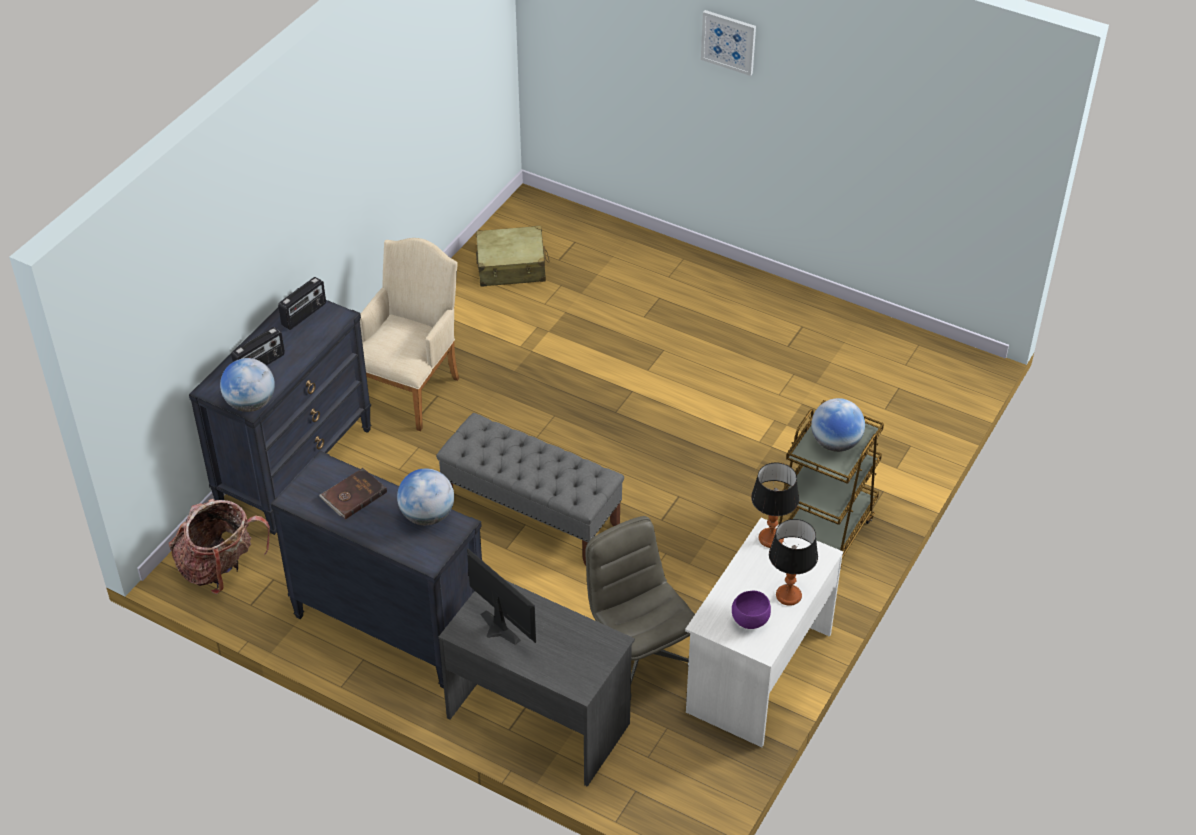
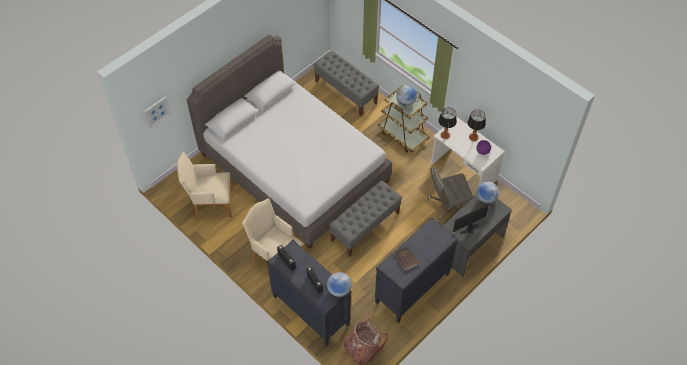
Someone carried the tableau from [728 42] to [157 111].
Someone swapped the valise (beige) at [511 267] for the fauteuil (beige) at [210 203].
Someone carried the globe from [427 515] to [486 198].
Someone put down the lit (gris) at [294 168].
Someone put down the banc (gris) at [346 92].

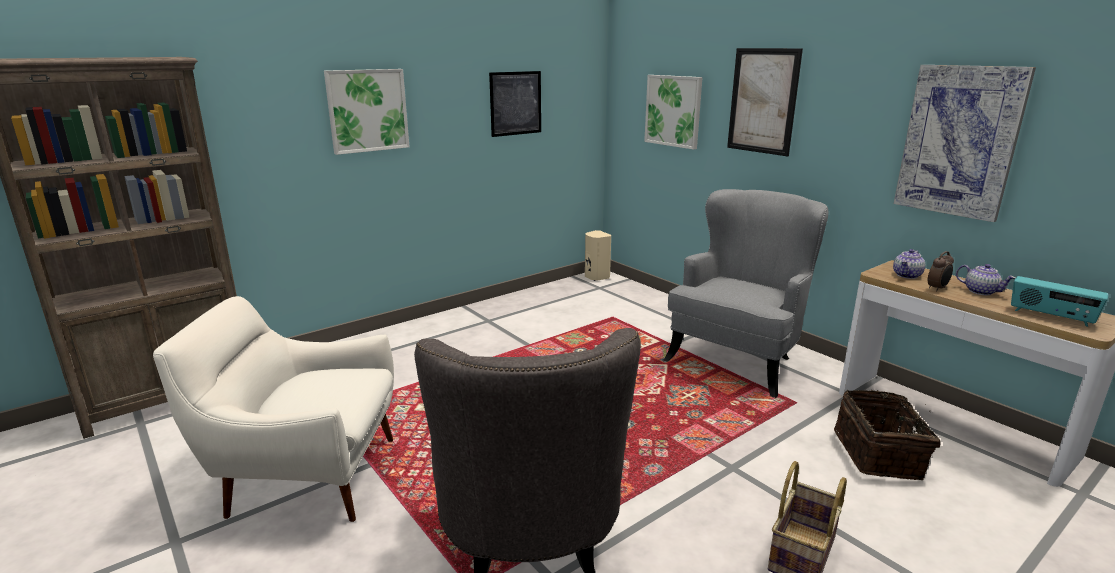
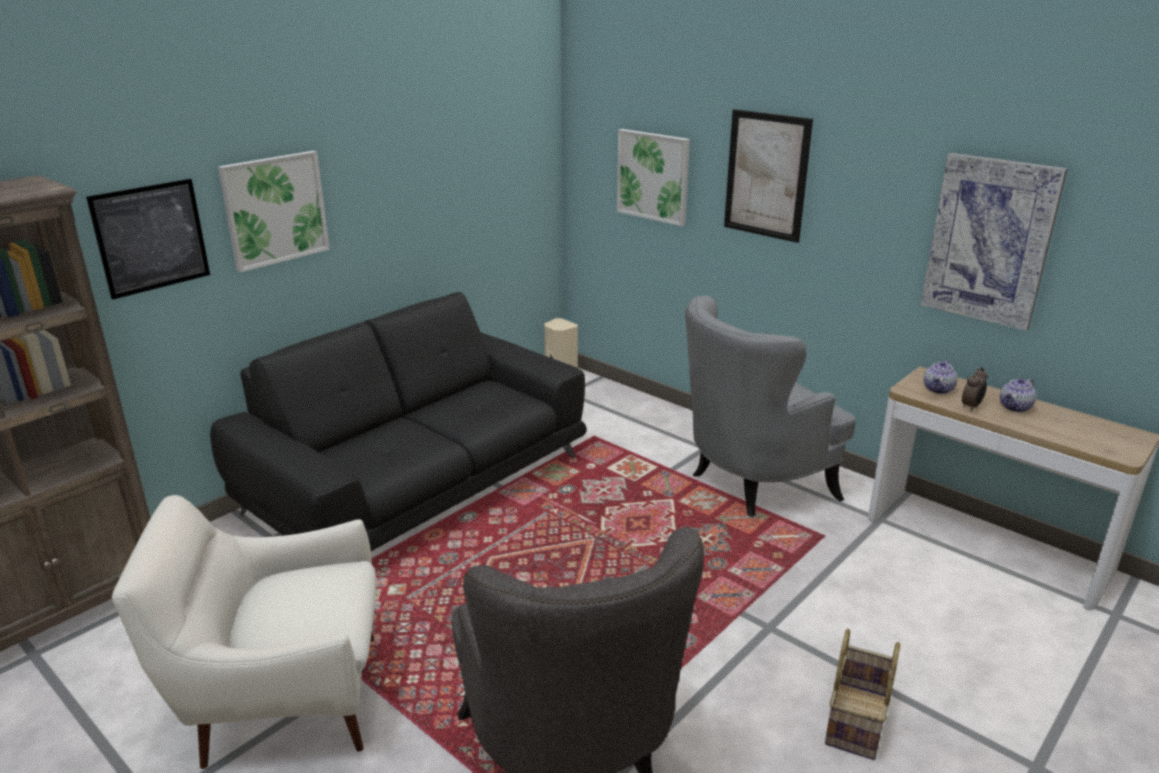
Someone carried the tableau from [515 103] to [151 238].
Someone rotated the fauteuil (gris) at [738 360] by 150 degrees counterclockwise.
Someone rotated the théière at [981 291] by 105 degrees clockwise.
Someone took away the radio at [1051 316].
Someone took away the panier at [880 454].
Someone put down the canapé (noir) at [418 485].

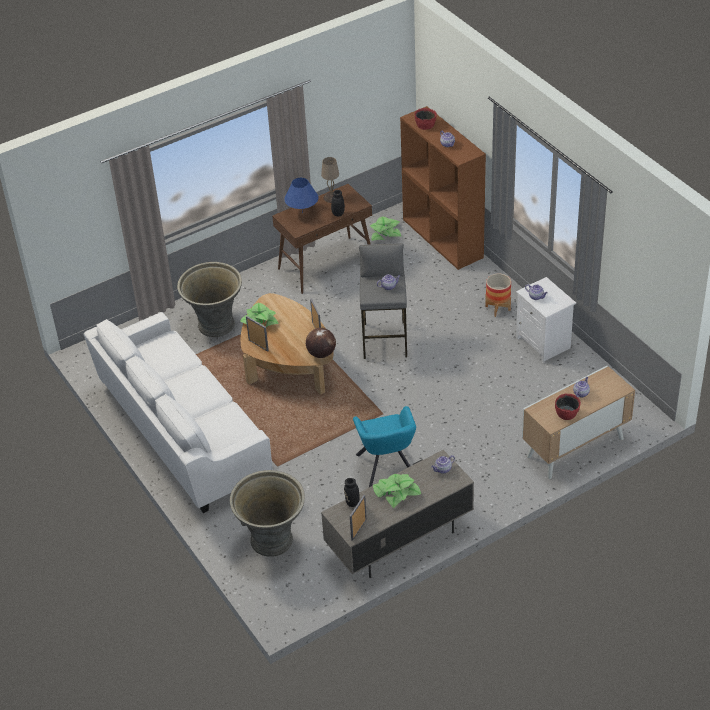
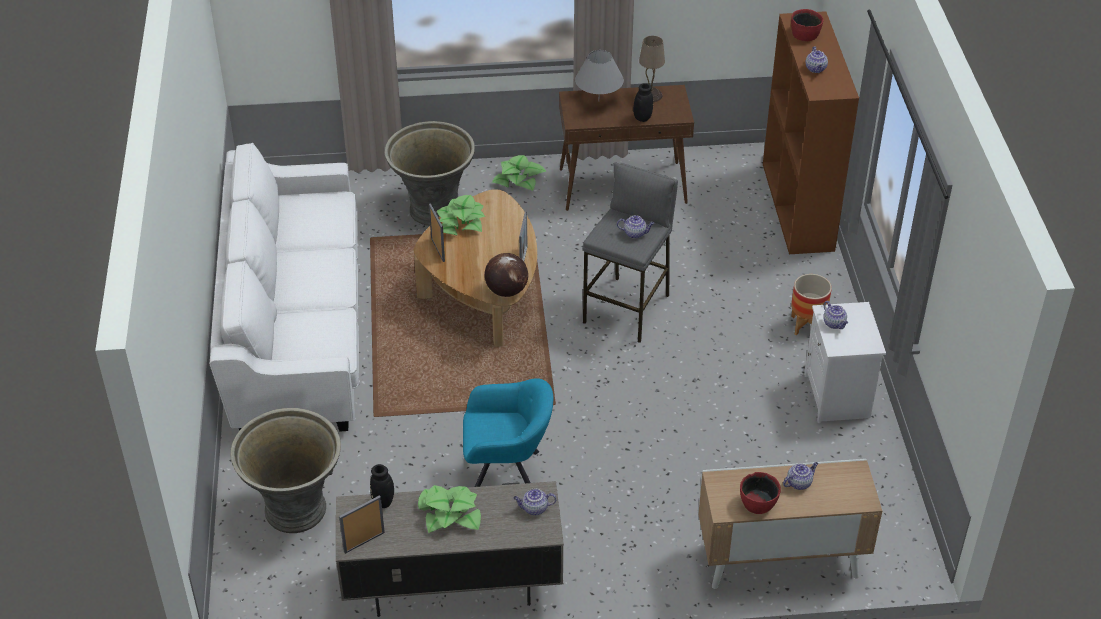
Someone repainted the lampe de table (bleu) at [302 213], which became the lampe de table (gris) at [598 101].
Someone carried the plante en pot from [385 233] to [519 179].
Someone rotated the fauteuil (turquoise) at [387 468] by 105 degrees counterclockwise.

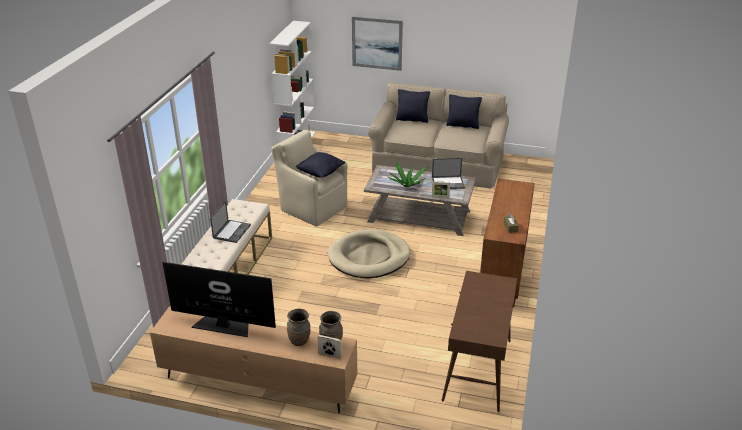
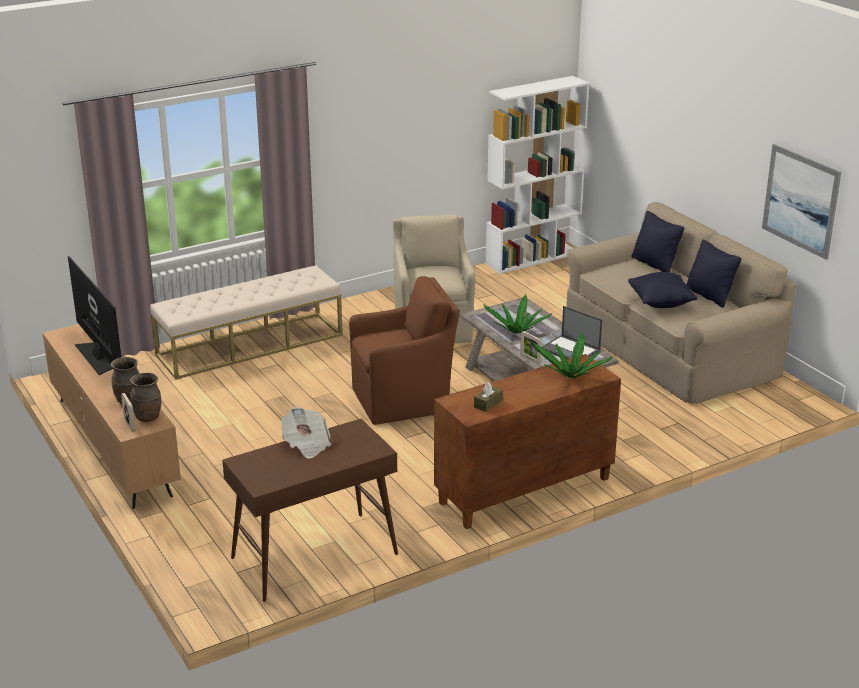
Someone carried the tableau from [377 43] to [801 201].
Someone carried the coussin (noir) from [320 173] to [660 303].
Someone took away the ordinateur portable at [232 231].
Someone swapped the panier pour chien (beige) at [369 257] for the fauteuil (marron) at [403 400].
Someone put down the plante en pot at [571 375].
Someone put down the journal at [306 444].

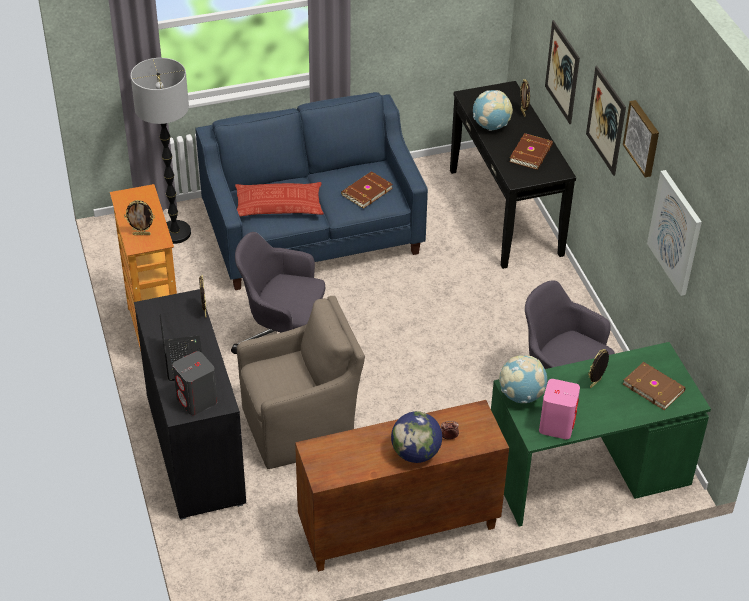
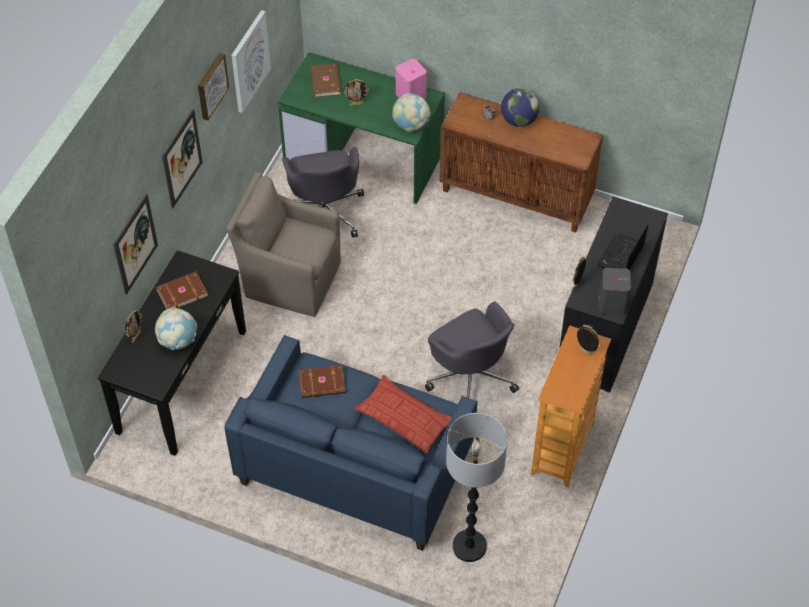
Someone carried the fauteuil (marron) from [301 427] to [289 278].
Someone carried the enceinte (gris) from [197 400] to [612 303].

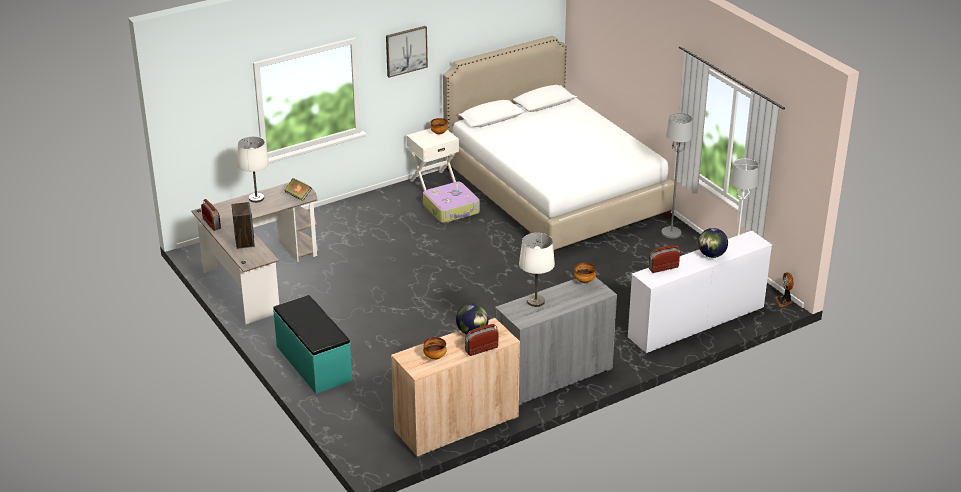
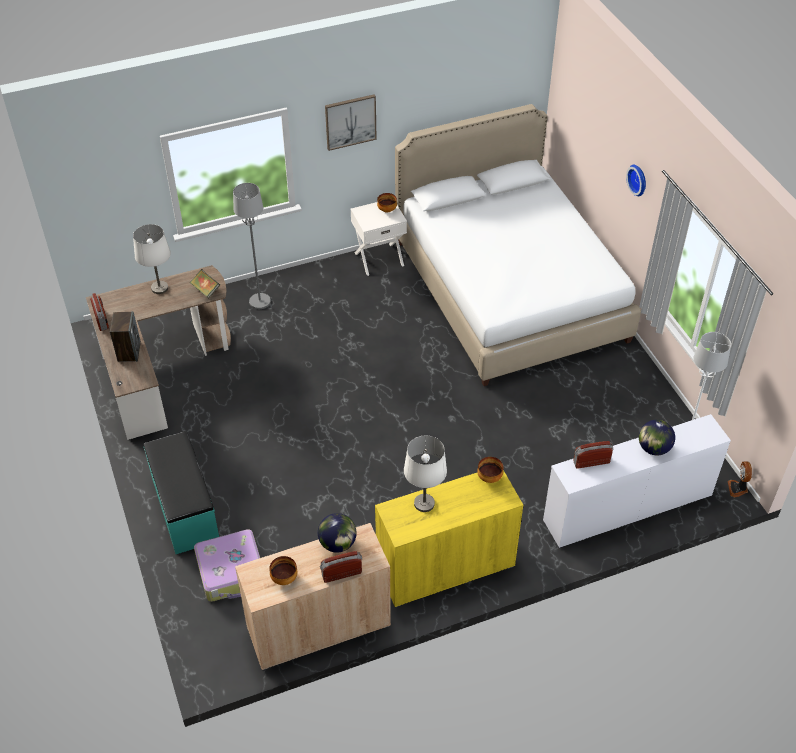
Someone carried the lampadaire (gris) from [671 233] to [260 301].
Someone carried the valise from [452 209] to [232 572].
Someone repainted the meuble de rangement (gris) at [553 375], which became the meuble de rangement (jaune) at [445 566].
Someone put up the horloge murale at [638 179].

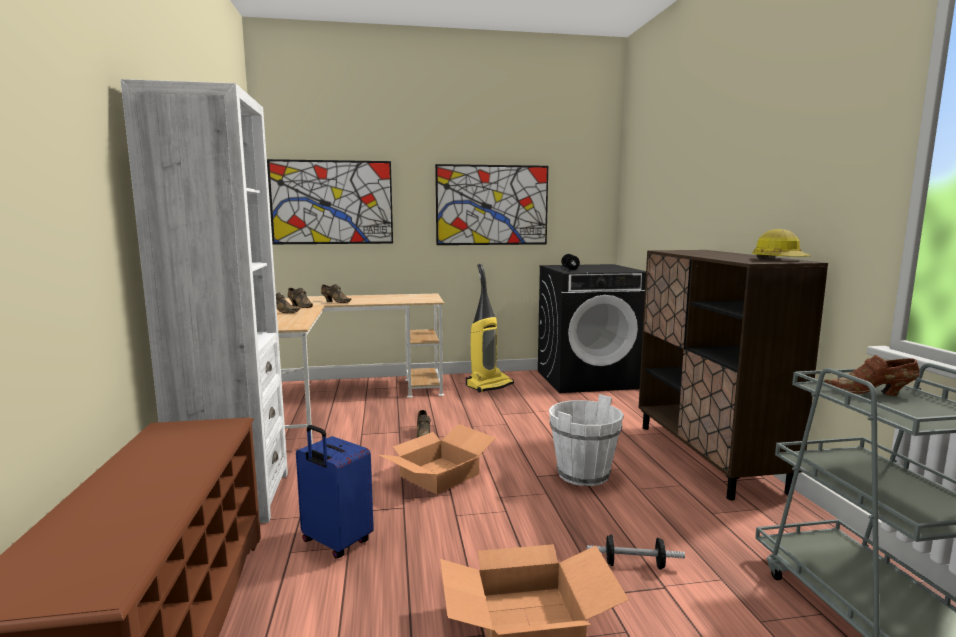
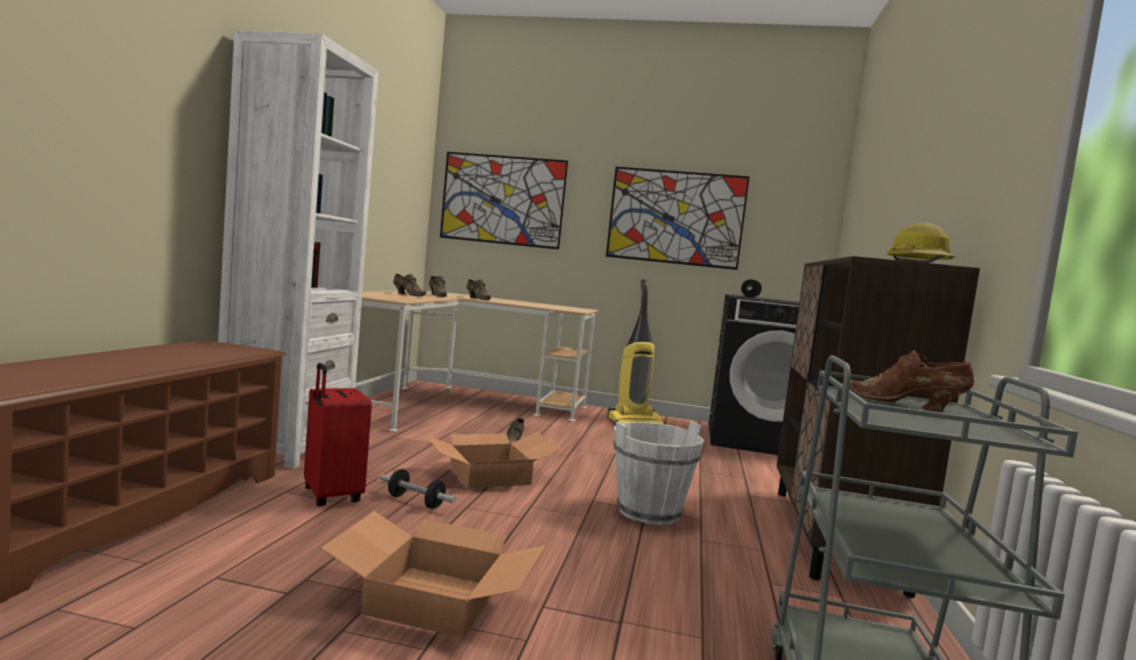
Someone repainted the valise (bleu) at [335 543], which became the valise (rouge) at [330 496].
Someone carried the haltère from [634 564] to [415 502].

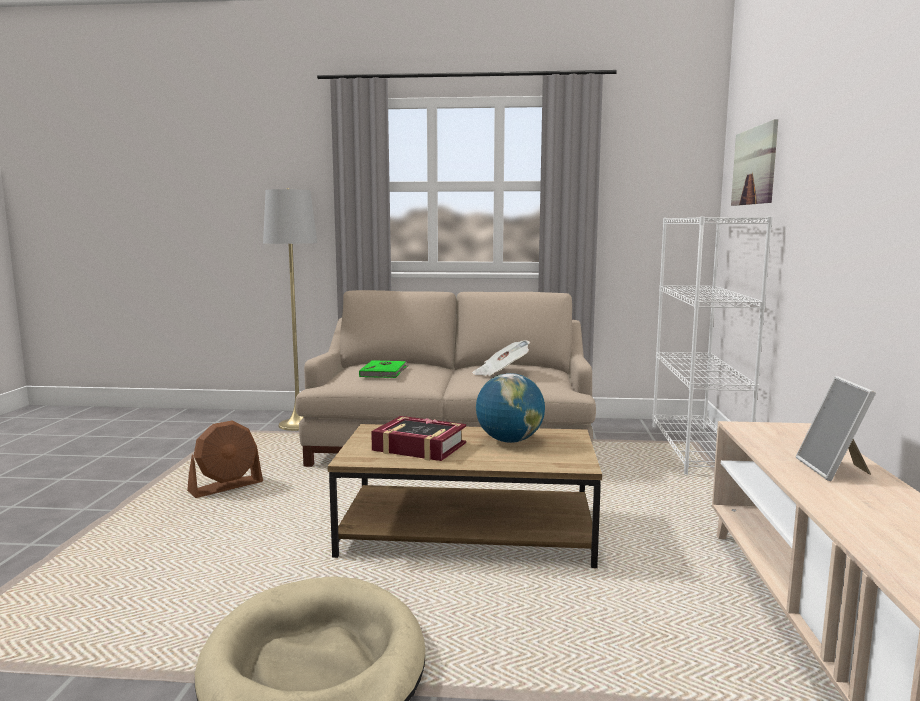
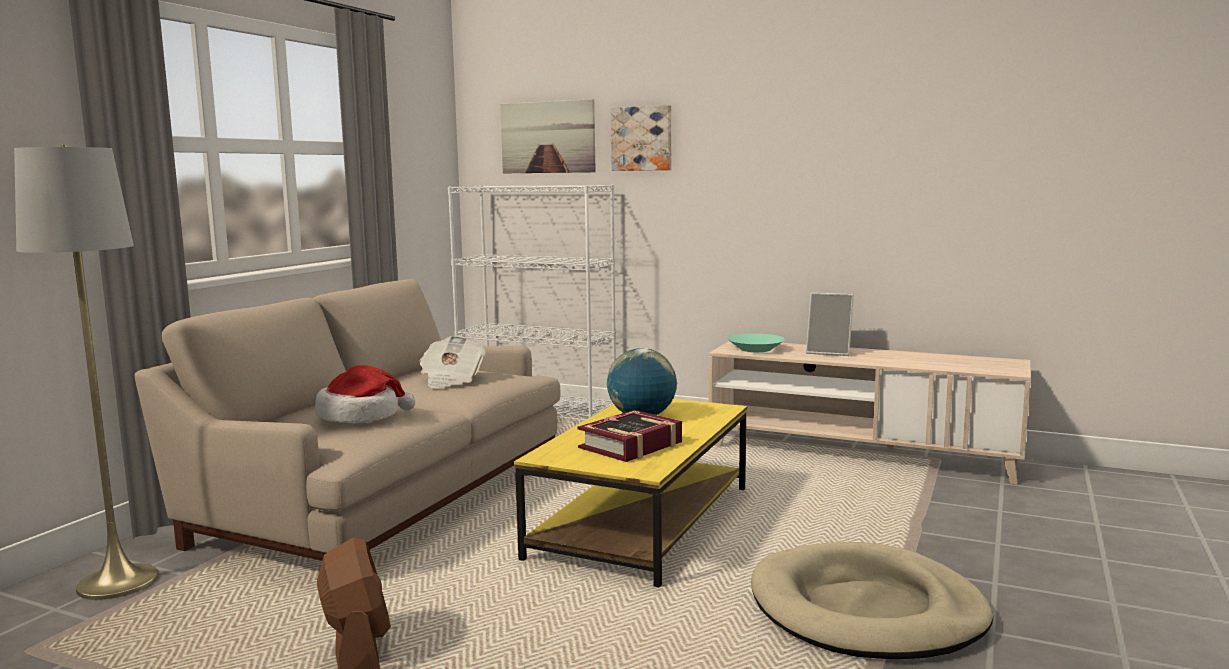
Someone swapped the livre (vert) at [384 372] for the chapeau at [361 416].
Someone repainted the table basse (marron) at [469 532], which became the table basse (jaune) at [643 521].
Someone put up the tableau at [642 138].
Someone put down the bol (turquoise) at [755 349].

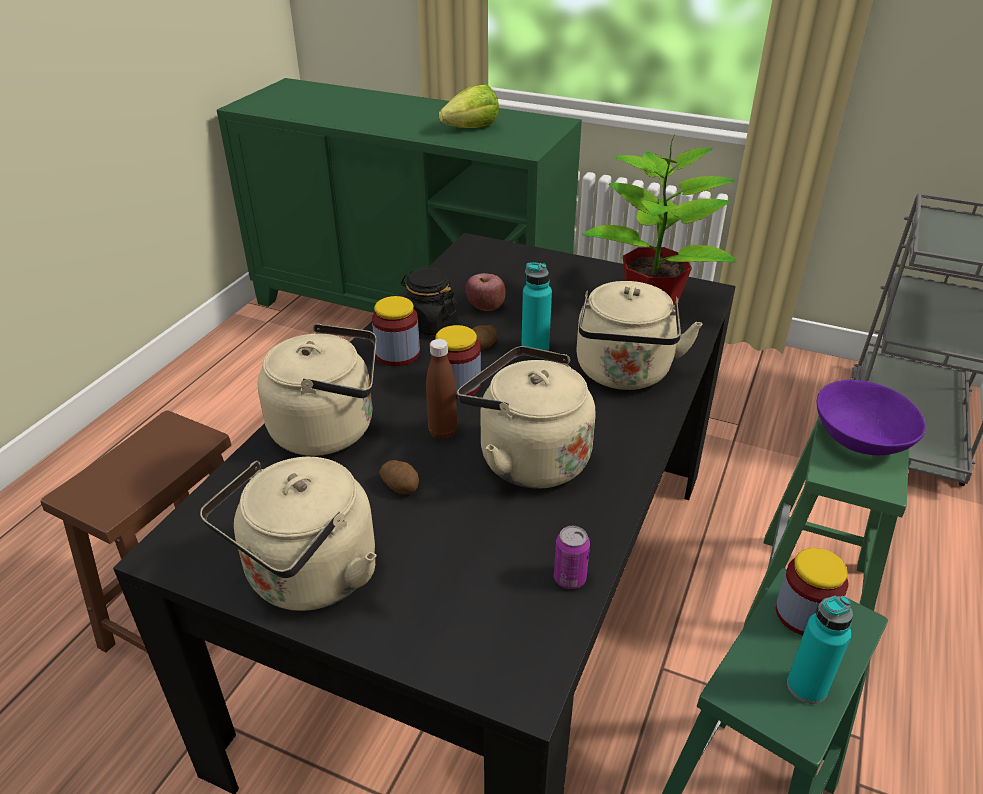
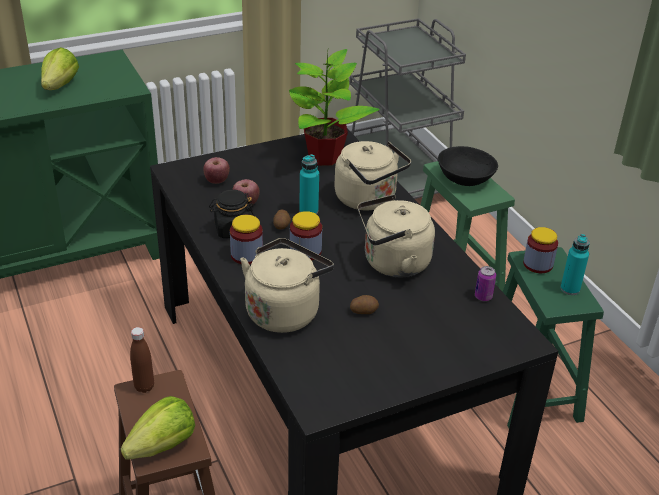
Someone carried the bouteille (marron) from [442 432] to [144 386].
Someone repainted the bol (violet) at [859 439], which became the bol (noir) at [464 179].
Someone took away the bouilloire (beige) at [307 578].
Someone put down the pomme at [217 181].
Someone put down the laitue at [163 445].

